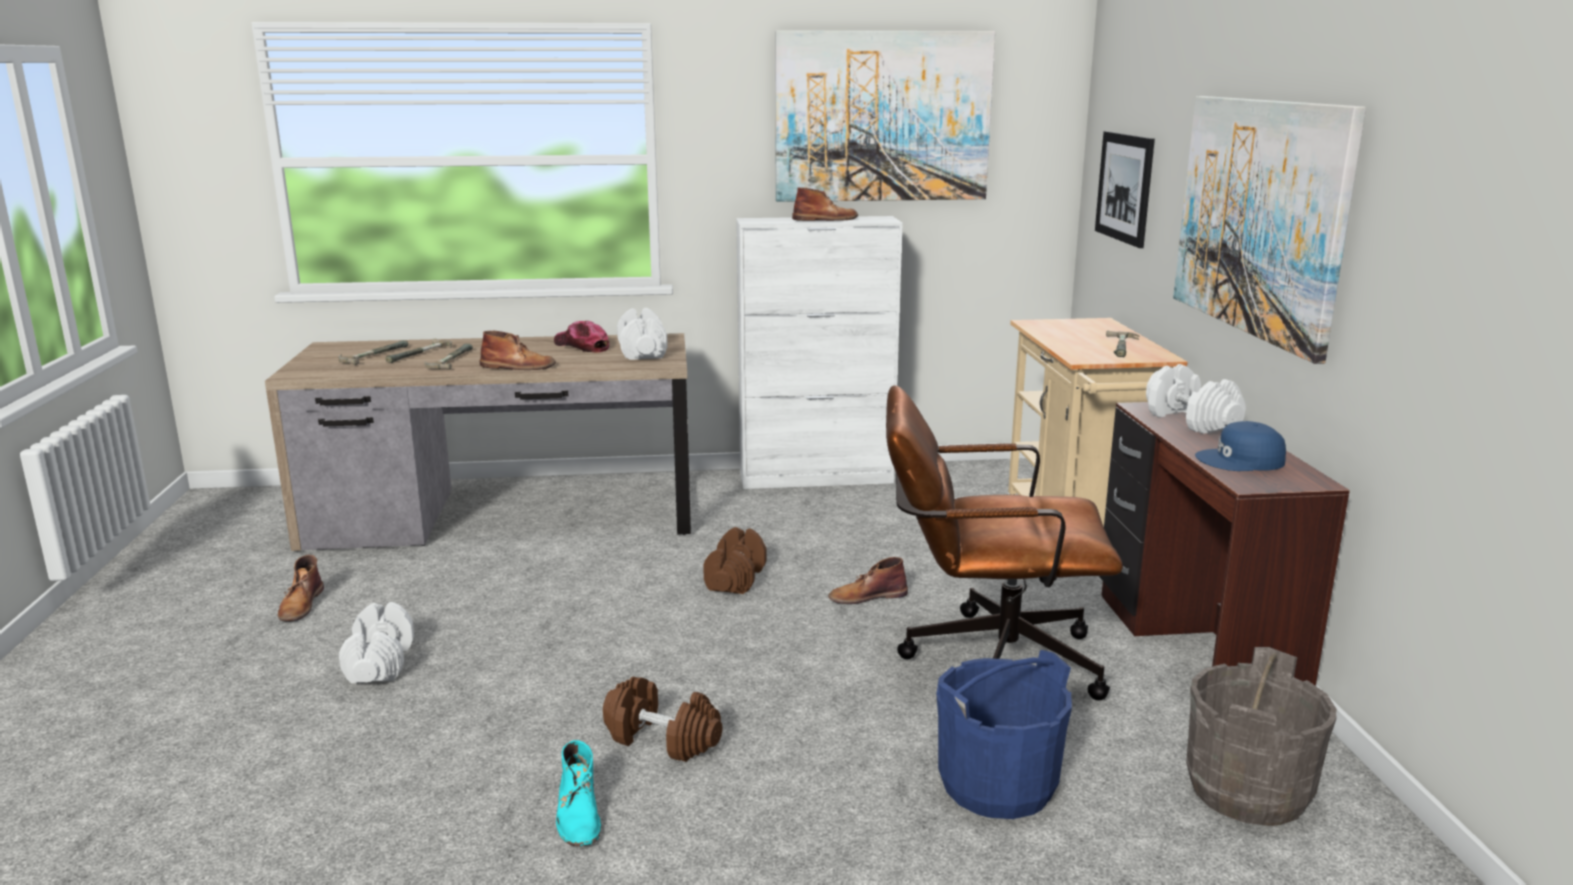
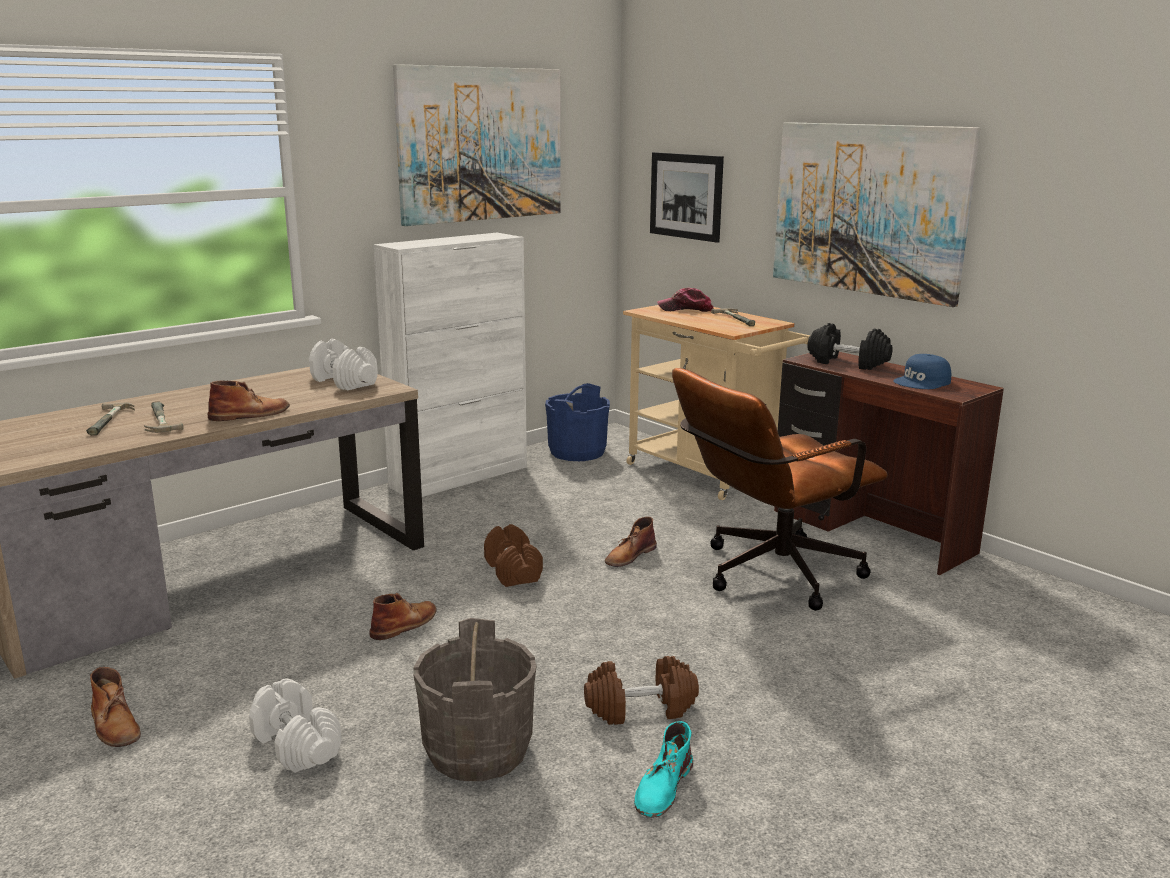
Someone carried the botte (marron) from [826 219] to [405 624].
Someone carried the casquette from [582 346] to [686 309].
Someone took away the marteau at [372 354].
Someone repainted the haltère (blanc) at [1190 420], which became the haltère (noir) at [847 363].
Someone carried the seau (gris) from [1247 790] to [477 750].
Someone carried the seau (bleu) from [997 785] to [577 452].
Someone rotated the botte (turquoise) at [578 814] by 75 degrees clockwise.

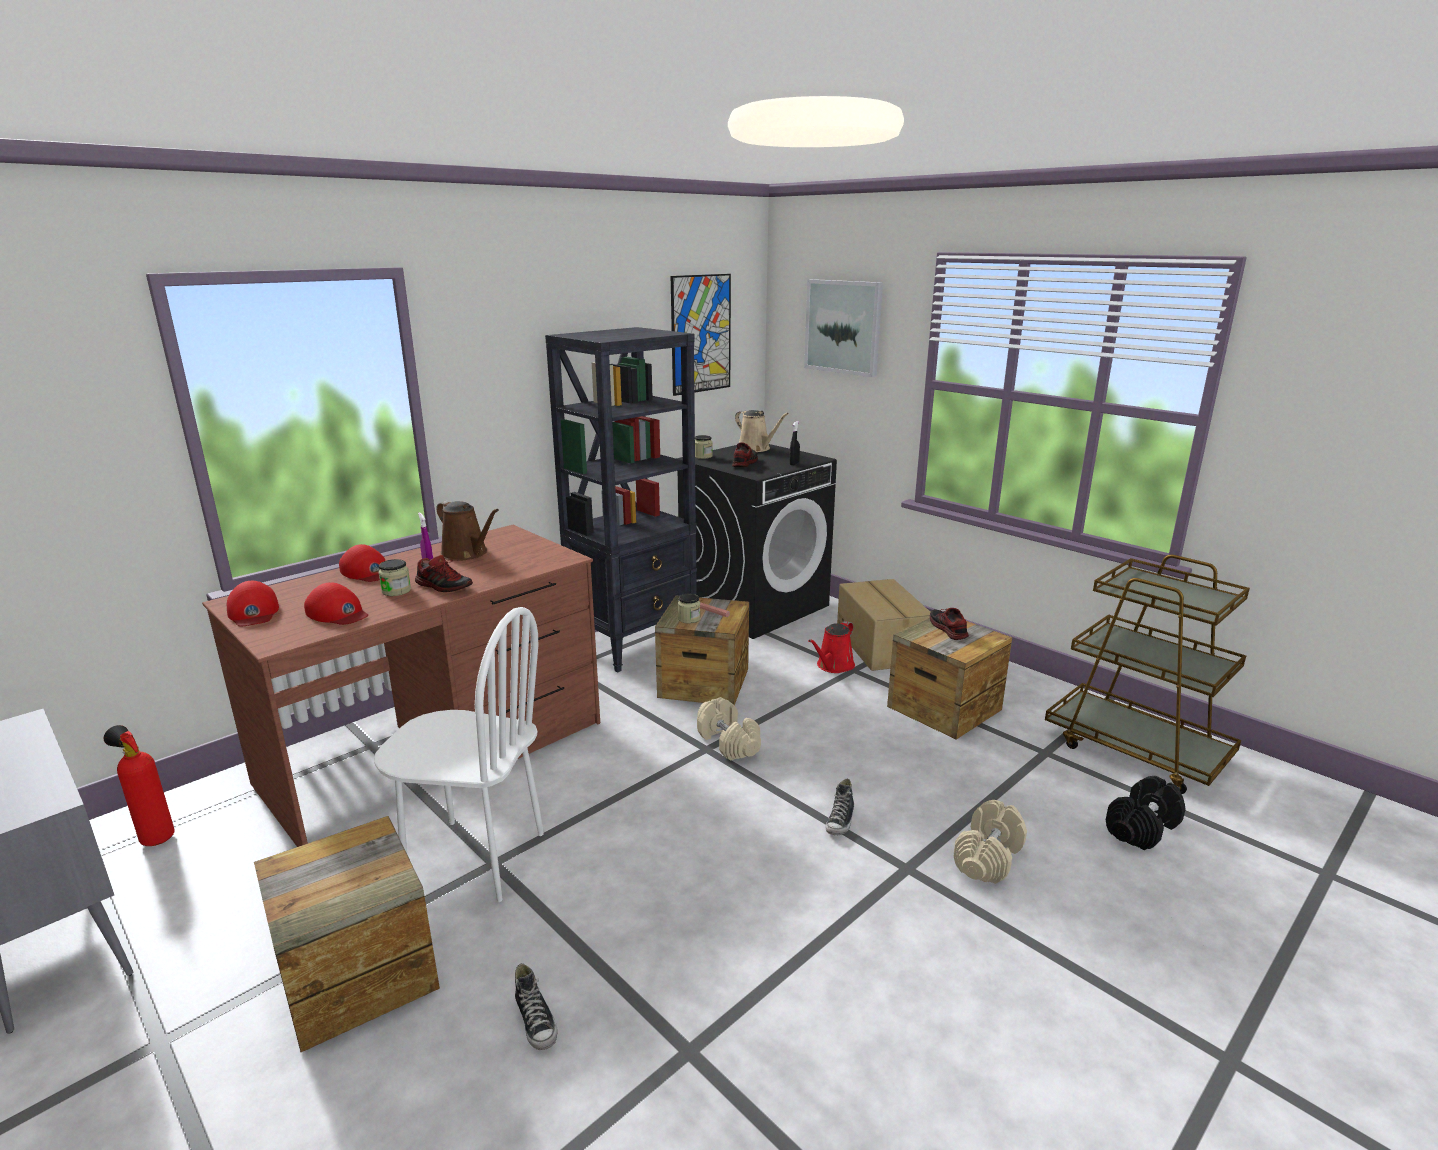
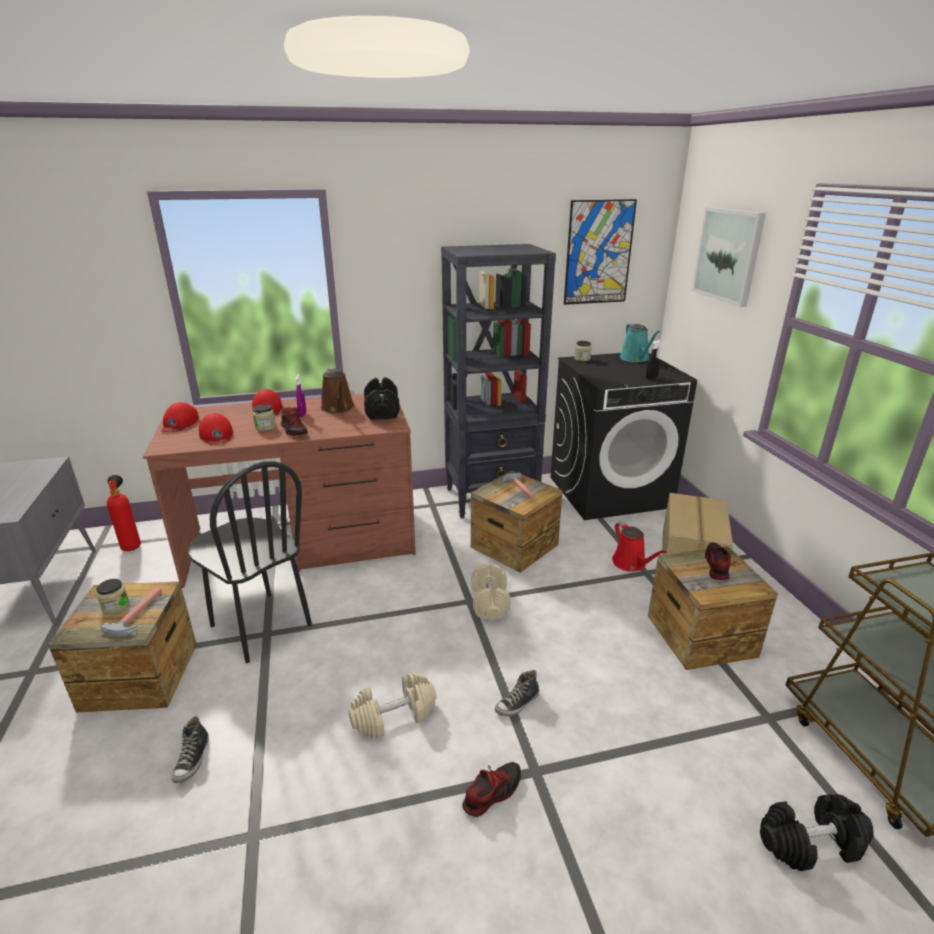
Someone repainted the arrosoir (beige) at [756 449], which became the arrosoir (turquoise) at [636 359].
Someone carried the chaussure from [744 463] to [492 792].
Someone carried the bocal from [689 619] to [115 606].
Someone repainted the chaise (blanc) at [475 858], which became the chaise (noir) at [260 626].
Someone rotated the arrosoir (rouge) at [833 666] by 90 degrees counterclockwise.
Someone carried the haltère (beige) from [988 857] to [394 716].
Someone put down the haltère (noir) at [382 411].
Someone put down the marteau at [140 613].

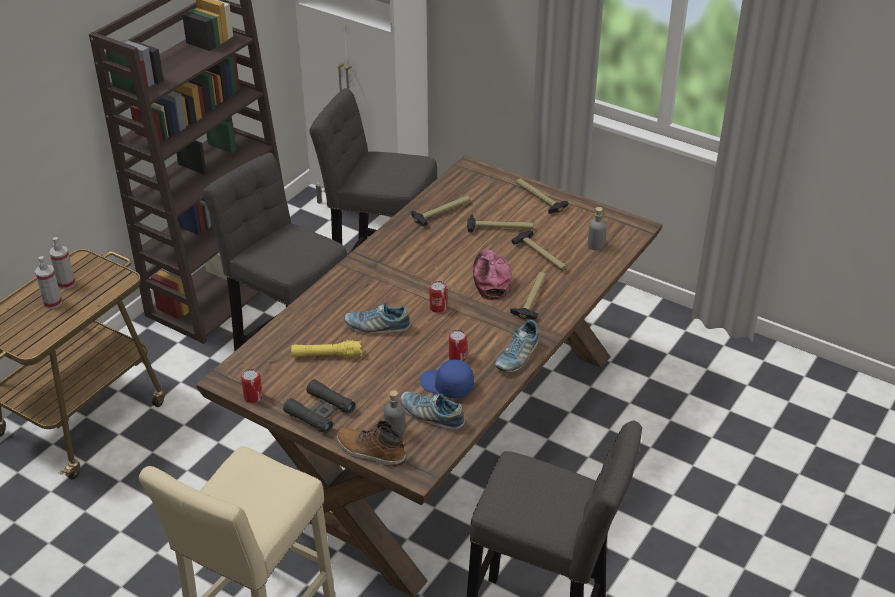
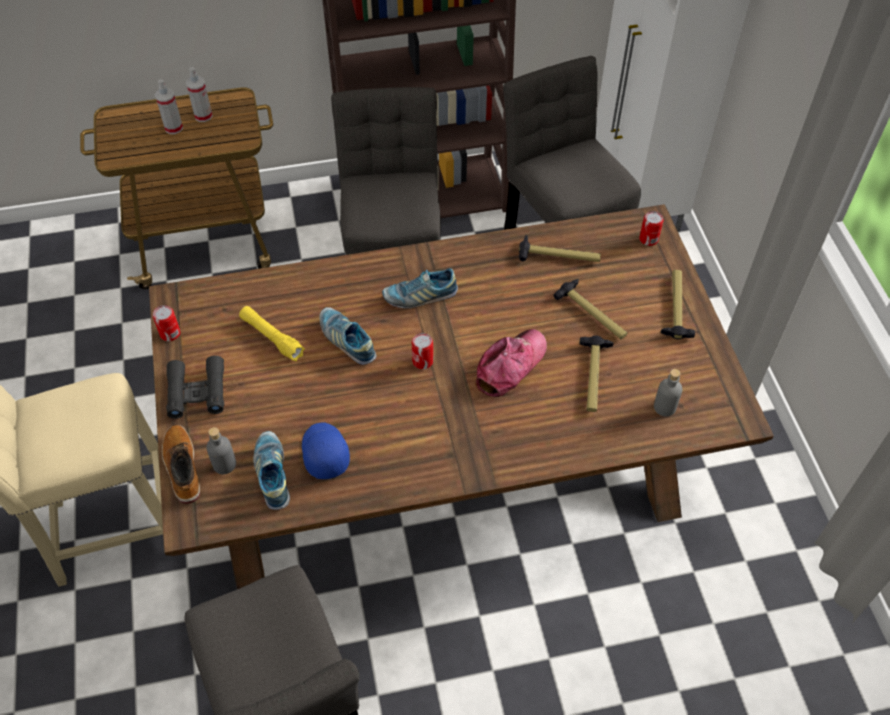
Someone took away the marteau at [531 298].
Someone carried the chaussure from [517 357] to [420 296].
Someone carried the boîte métallique from [457 357] to [648 239].

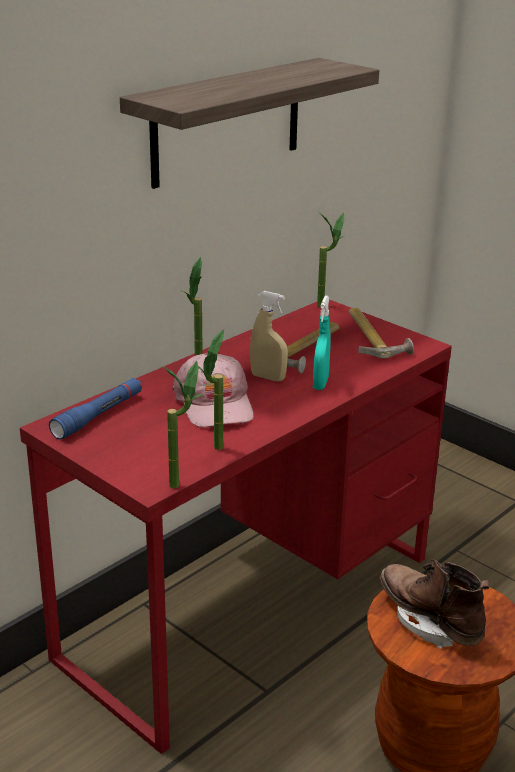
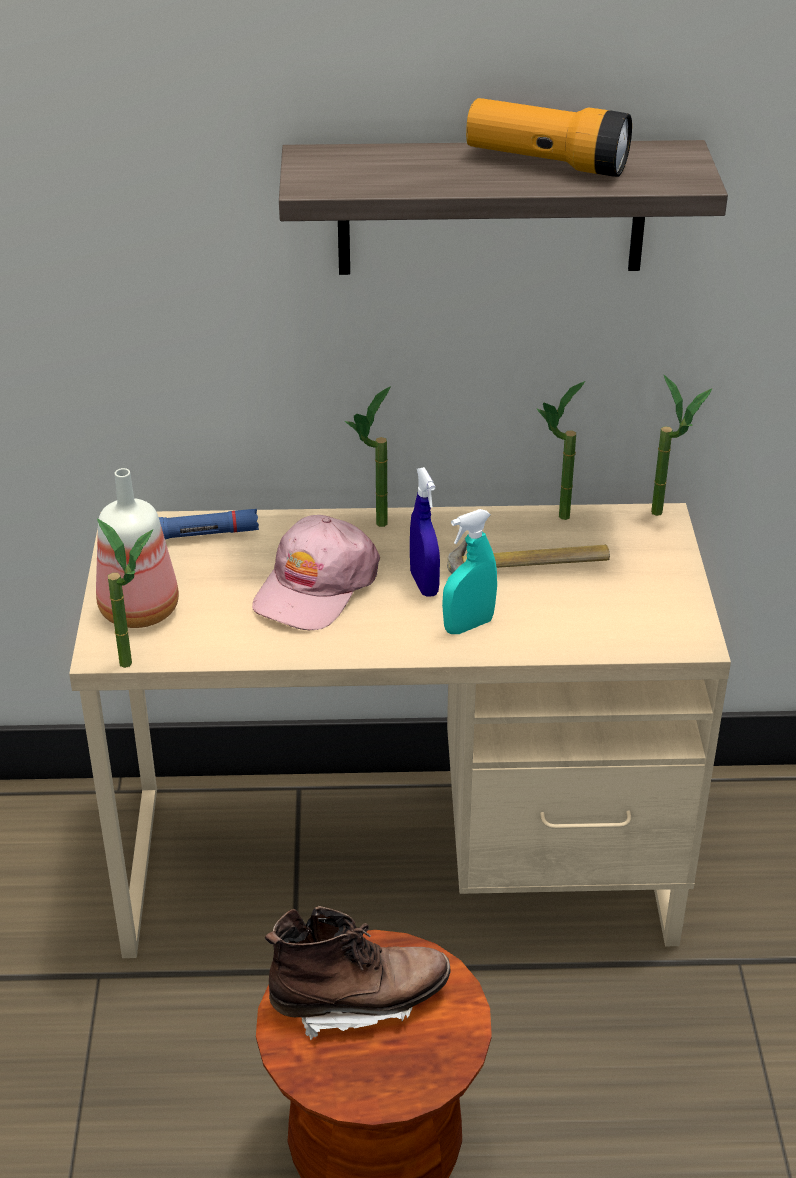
Someone repainted the vaporisateur (beige) at [268 377], which became the vaporisateur (bleu) at [424 584].
Someone repainted the bureau (rouge) at [251 606], which became the bureau (beige) at [400 865].
Someone took away the marteau at [373 338].
Someone carried the plante en pot from [214 452] to [554 519].
Someone rotated the botte (marron) at [429 621] by 75 degrees clockwise.
Someone put down the lampe de poche at [546 163].
Someone put down the bouteille at [141 611].

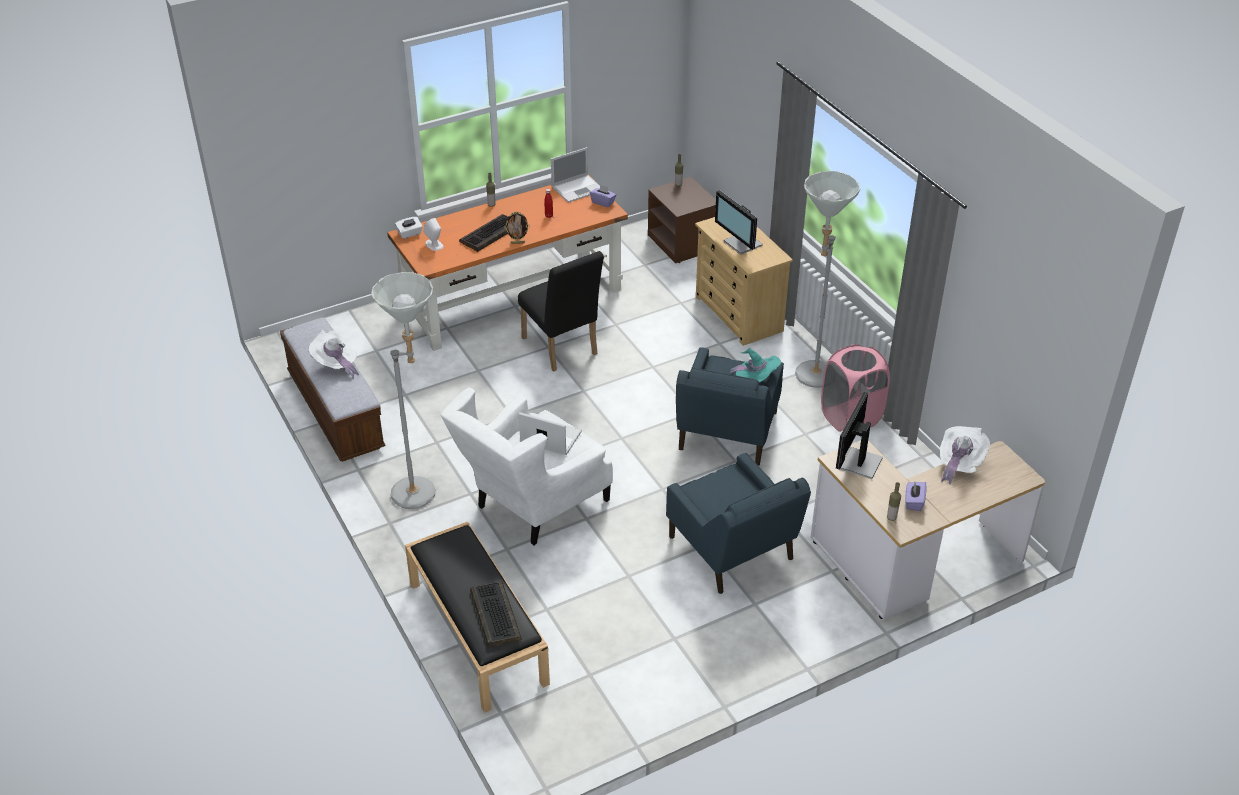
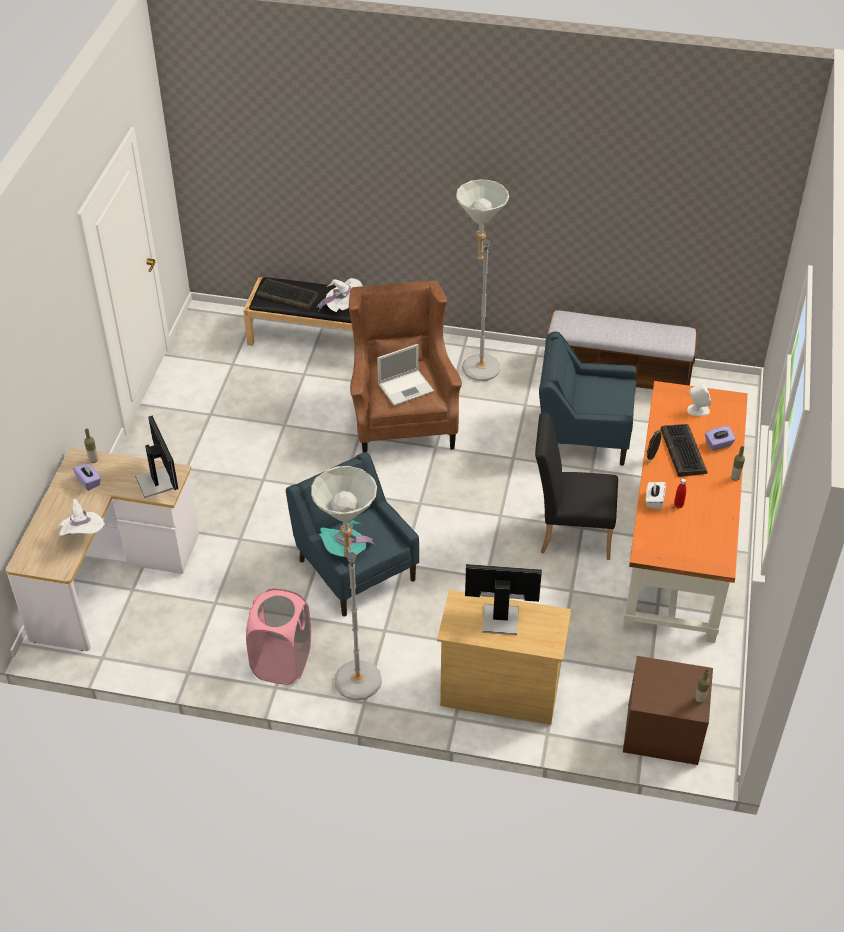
Someone took away the ordinateur portable at [578 188].
Someone carried the boîte à mouchoirs (violet) from [603 202] to [718 444].
Someone carried the boîte à mouchoirs (blanc) from [409 234] to [654 500].
Someone carried the chapeau (blanc) from [336 365] to [343 306].
Someone repainted the fauteuil (blanc) at [531 506], which became the fauteuil (marron) at [402 416].
Someone carried the fauteuil (bleu) from [732 550] to [582 434].

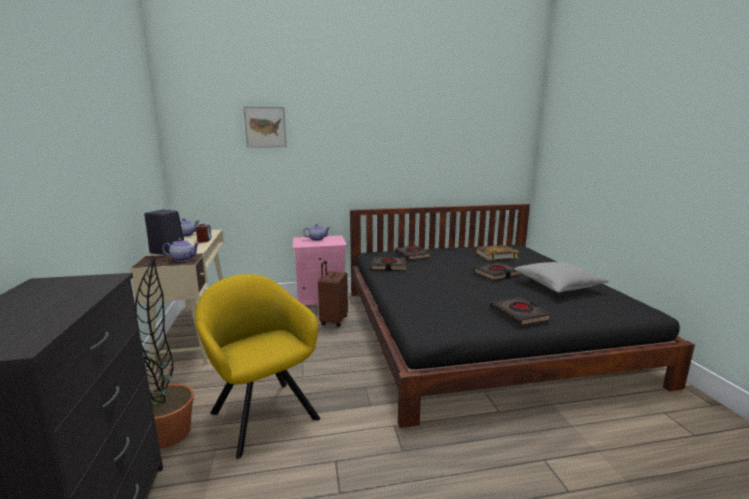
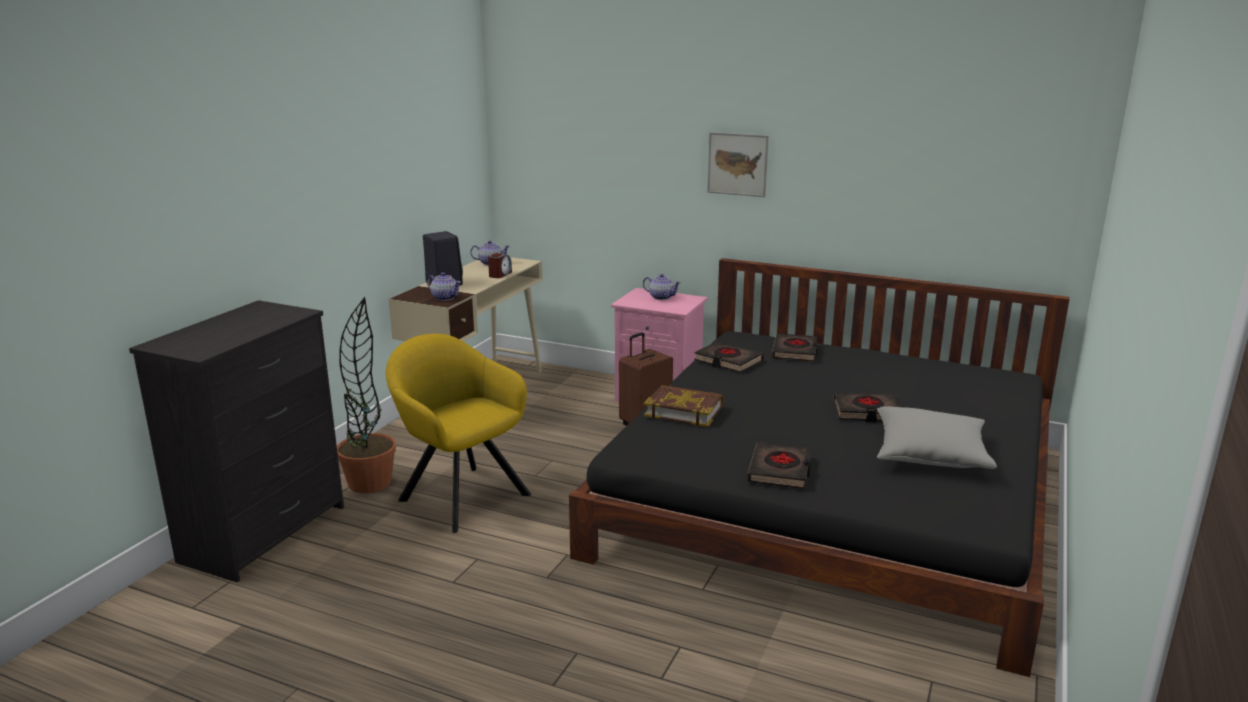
Someone carried the tableau from [265 127] to [737 164].
Someone carried the livre from [496 256] to [684 411].
Someone rotated the fauteuil (jaune) at [262 412] by 45 degrees counterclockwise.

